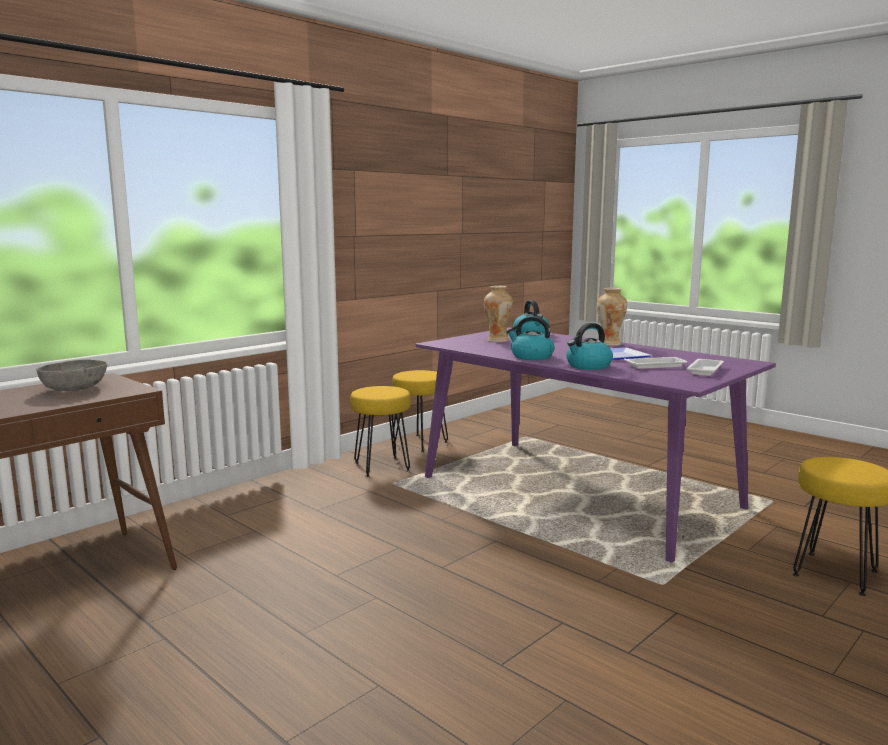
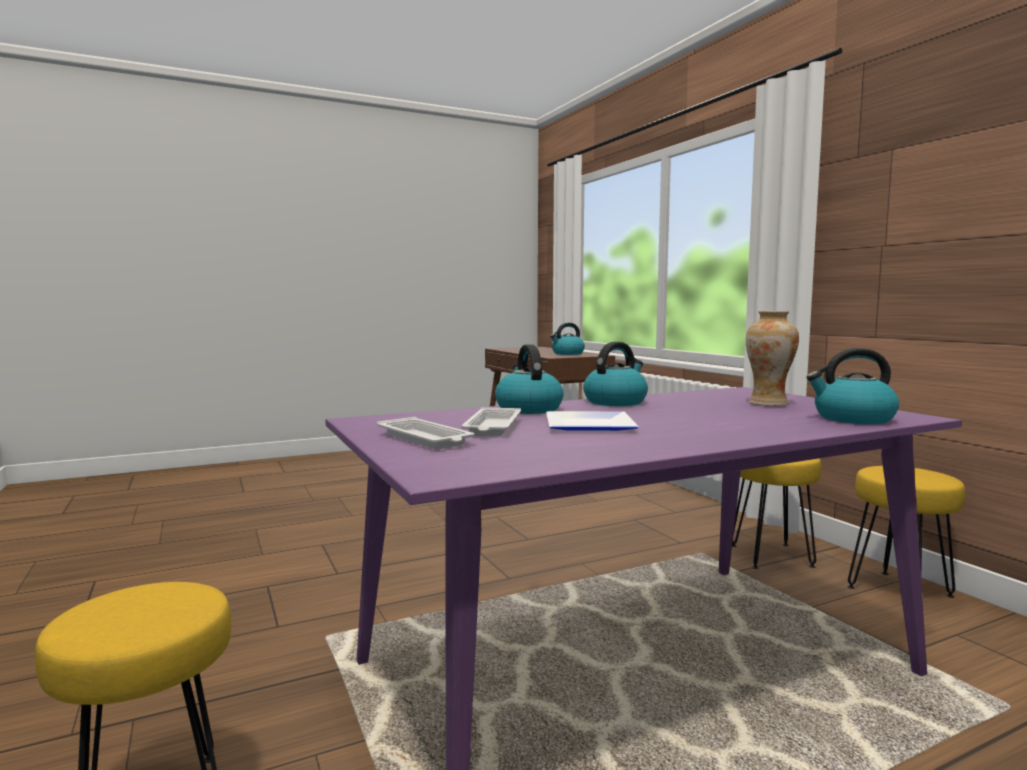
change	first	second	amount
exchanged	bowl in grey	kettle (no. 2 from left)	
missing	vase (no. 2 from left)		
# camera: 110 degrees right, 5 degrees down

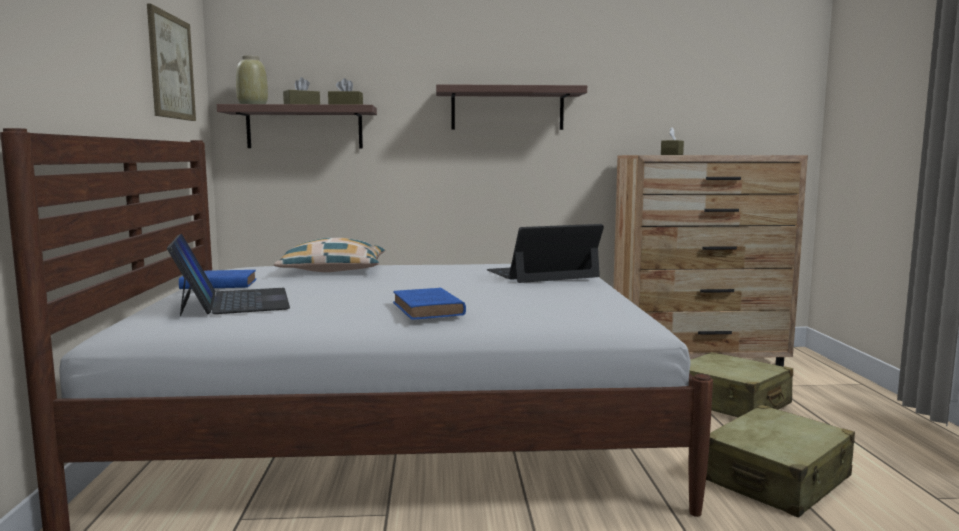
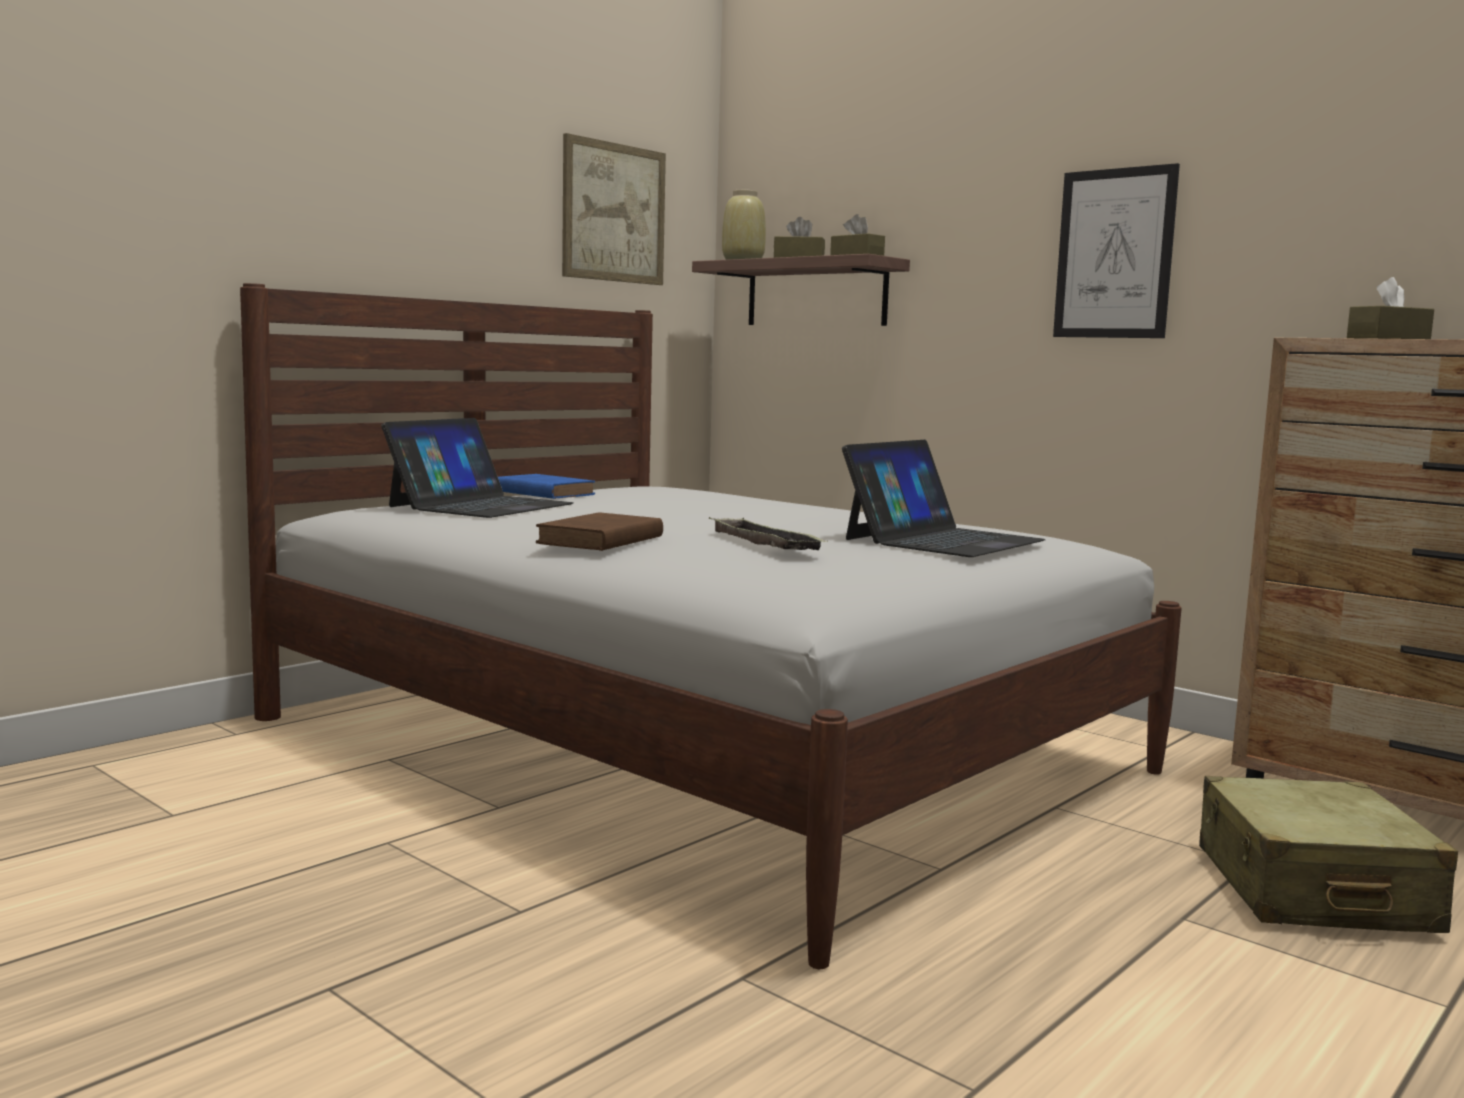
change	first	second	amount
colour	book in blue (no. 2 from left)	book in brown	
appeared		tray	
spun	laptop (no. 2 from left)		105 degrees clockwise
exchanged	shelf (no. 2 from left)	picture (no. 2 from left)	
missing	pillow		
missing	suitcase in beige (no. 2 from left)		
# camera: 45 degrees right, 0 degrees up

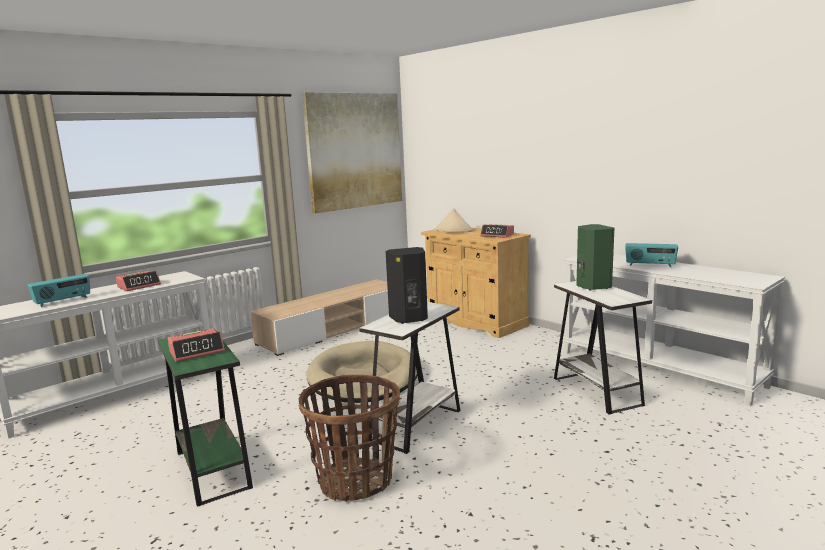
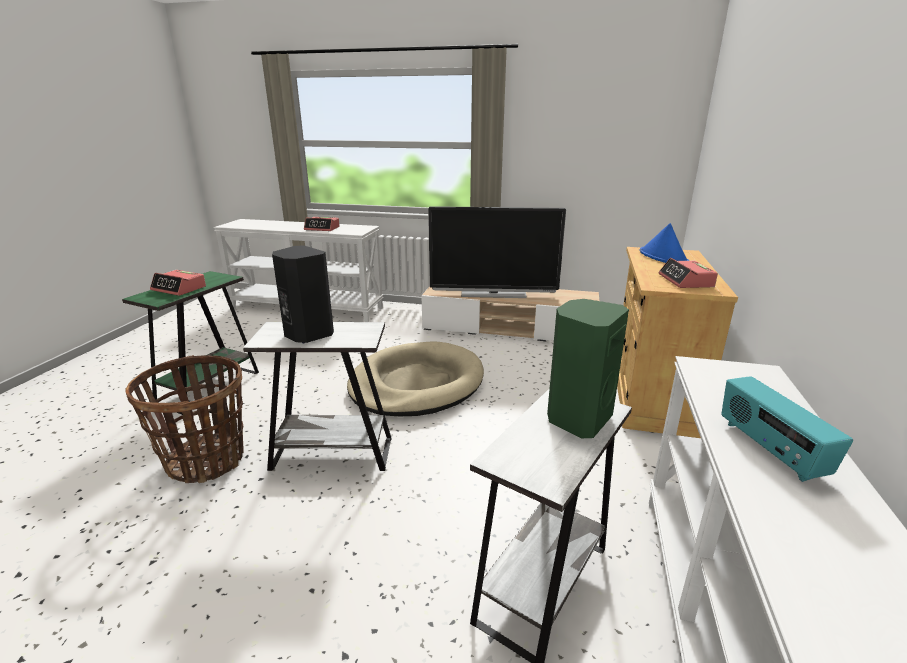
change	first	second	amount
appeared		television	
colour	hat in beige	hat in blue	
missing	radio (no. 1 from left)		
missing	picture		
# camera: 55 degrees right, 10 degrees up

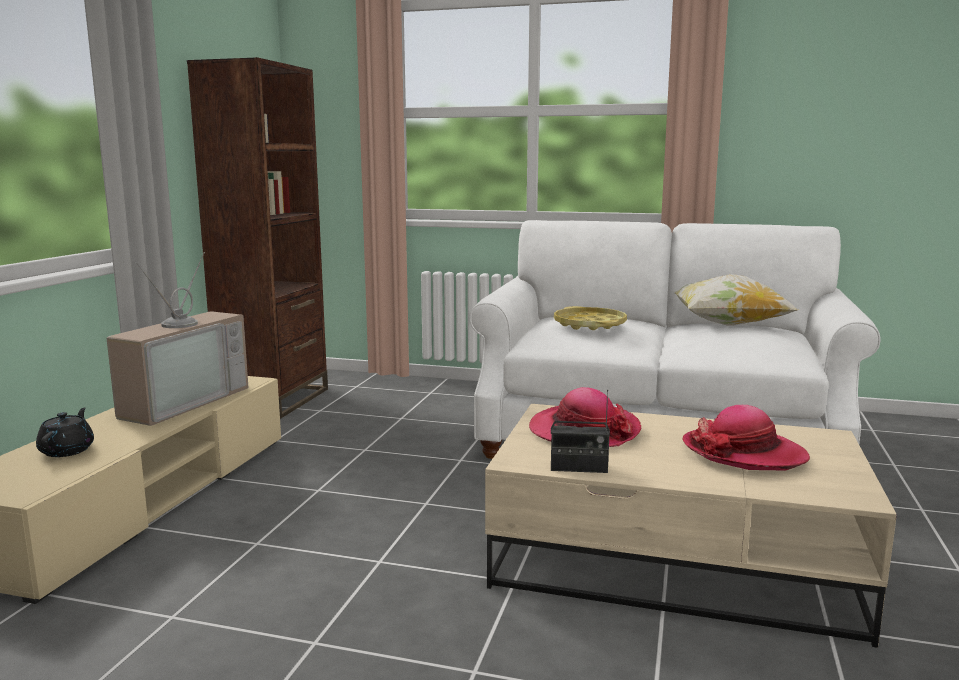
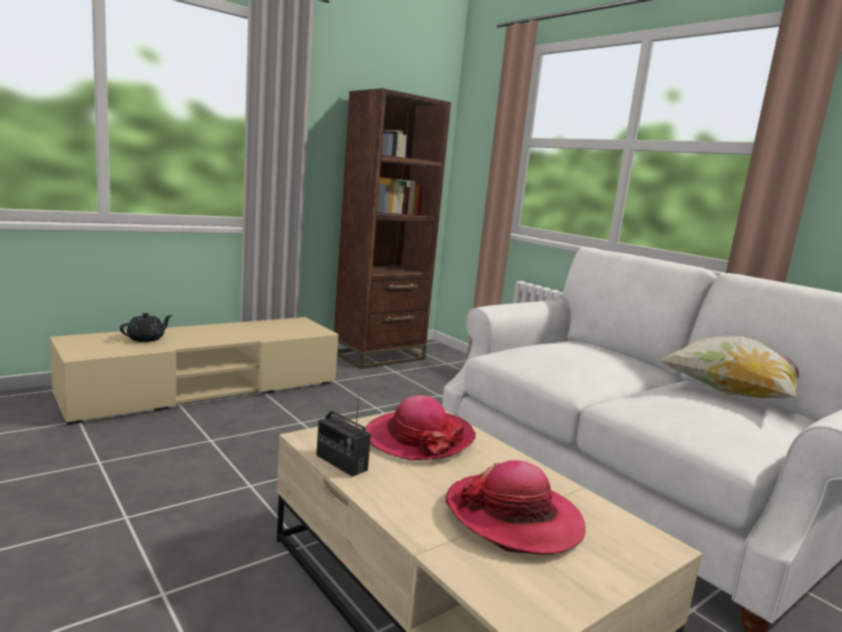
change	first	second	amount
missing	television		
missing	tray in yellow		
# camera: 35 degrees right, 0 degrees up

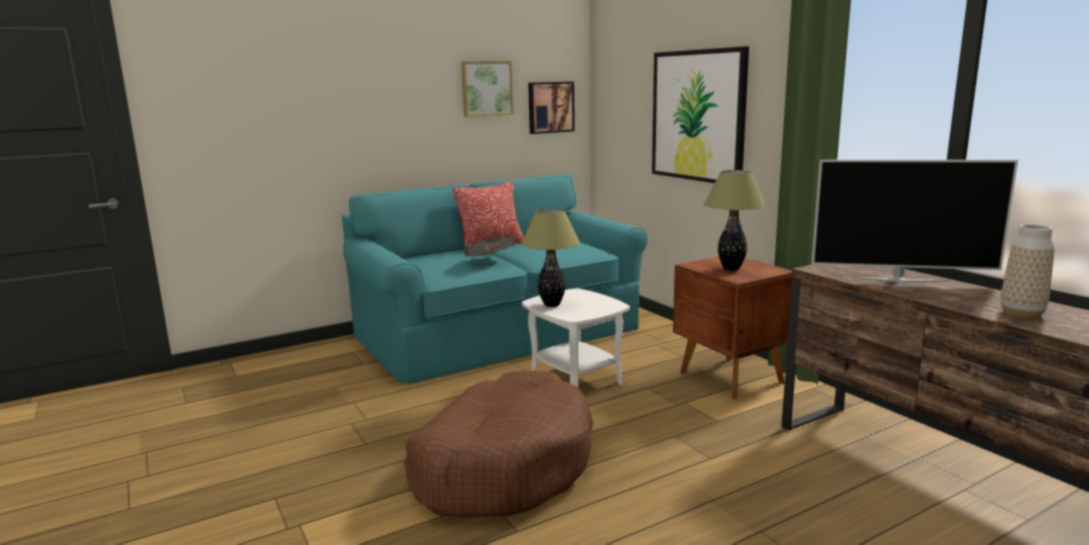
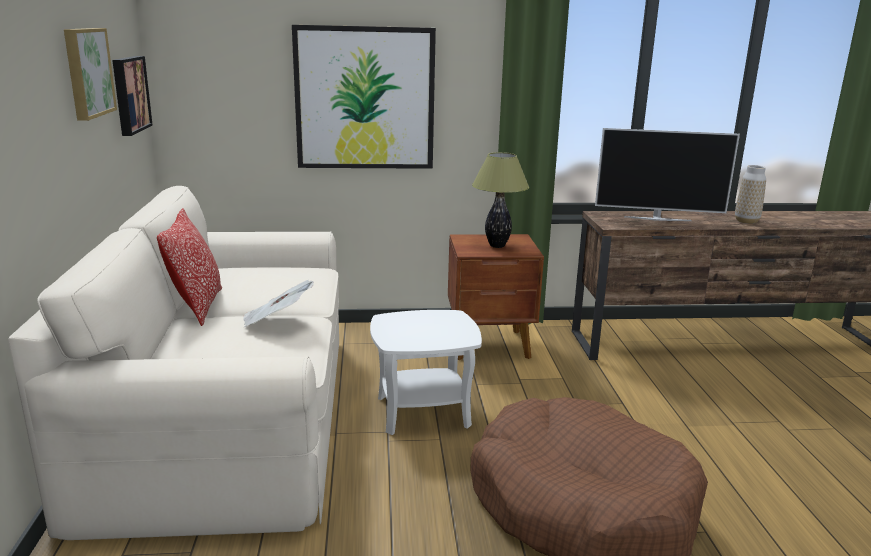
change	first	second	amount
colour	sofa in turquoise	sofa in beige	
spun	television		60 degrees clockwise
missing	table lamp (no. 1 from left)		
# camera: 65 degrees left, 5 degrees up

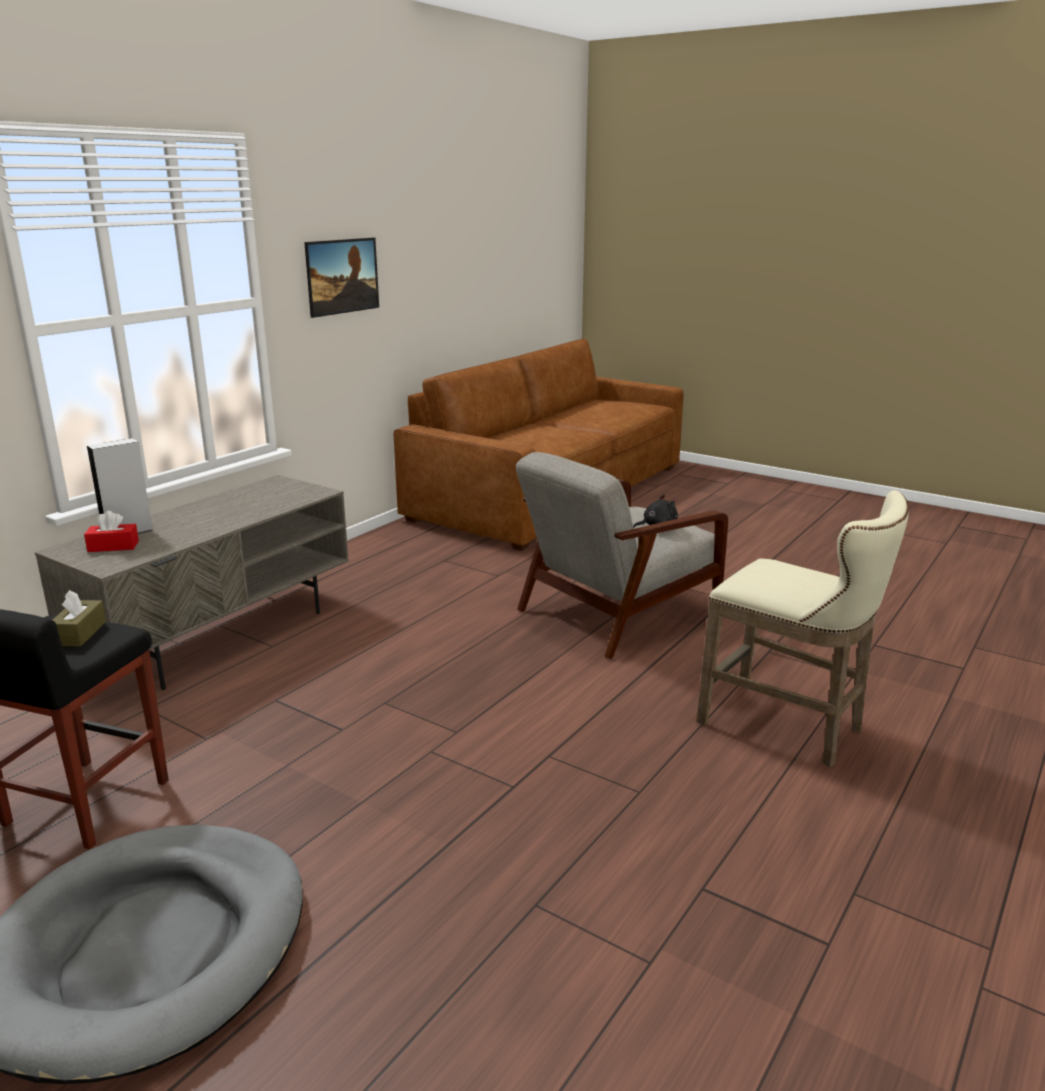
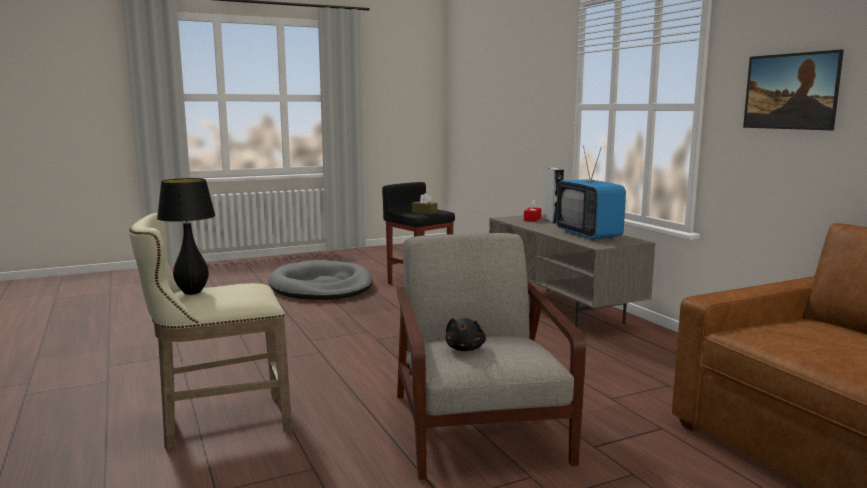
change	first	second	amount
appeared		table lamp in black	
appeared		television	
# camera: 120 degrees right, 10 degrees down

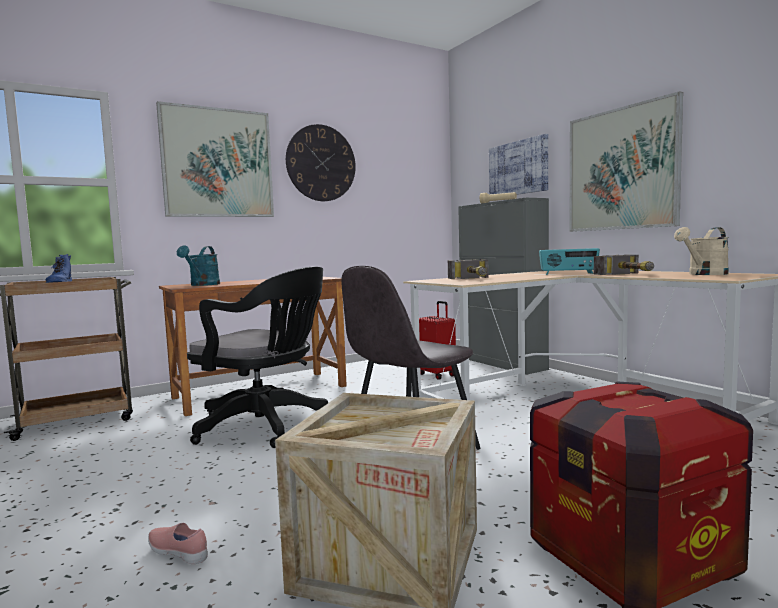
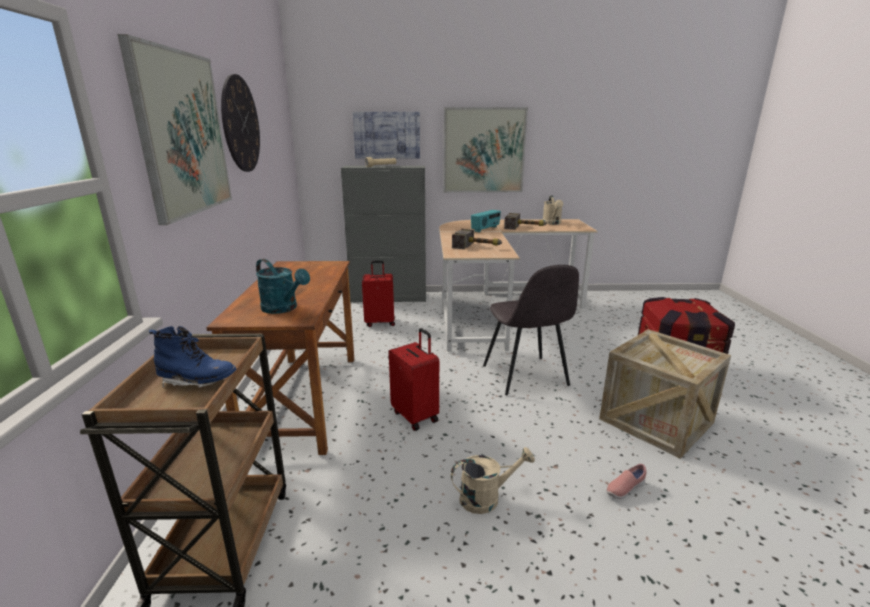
change	first	second	amount
exchanged	office chair in black	suitcase in red (no. 2 from left)	
appeared		watering can in beige (no. 1 from left)	
# camera: 60 degrees left, 15 degrees up

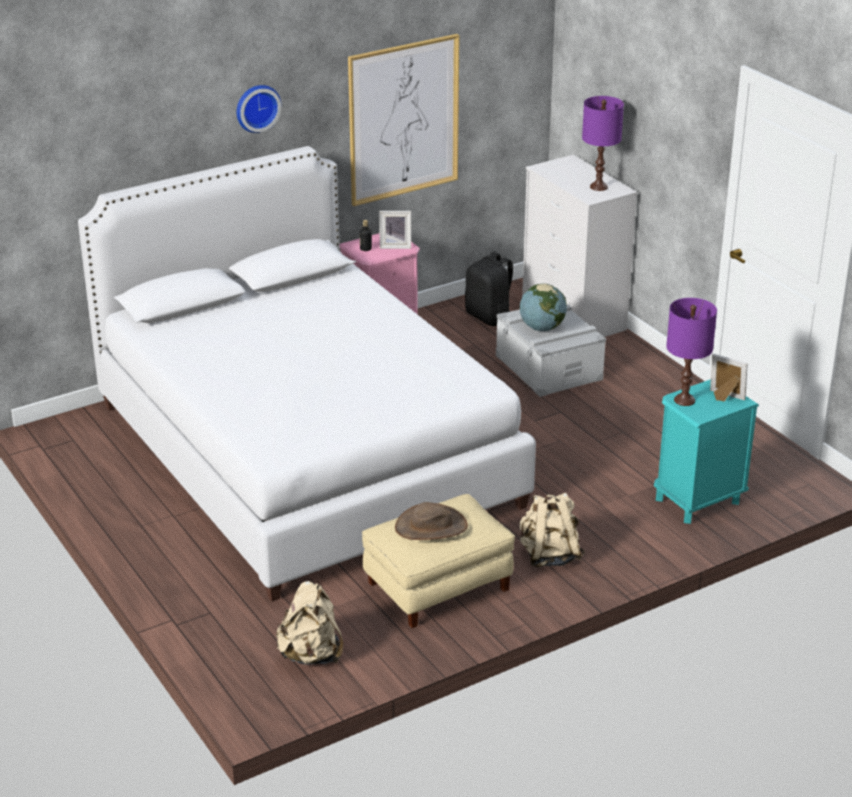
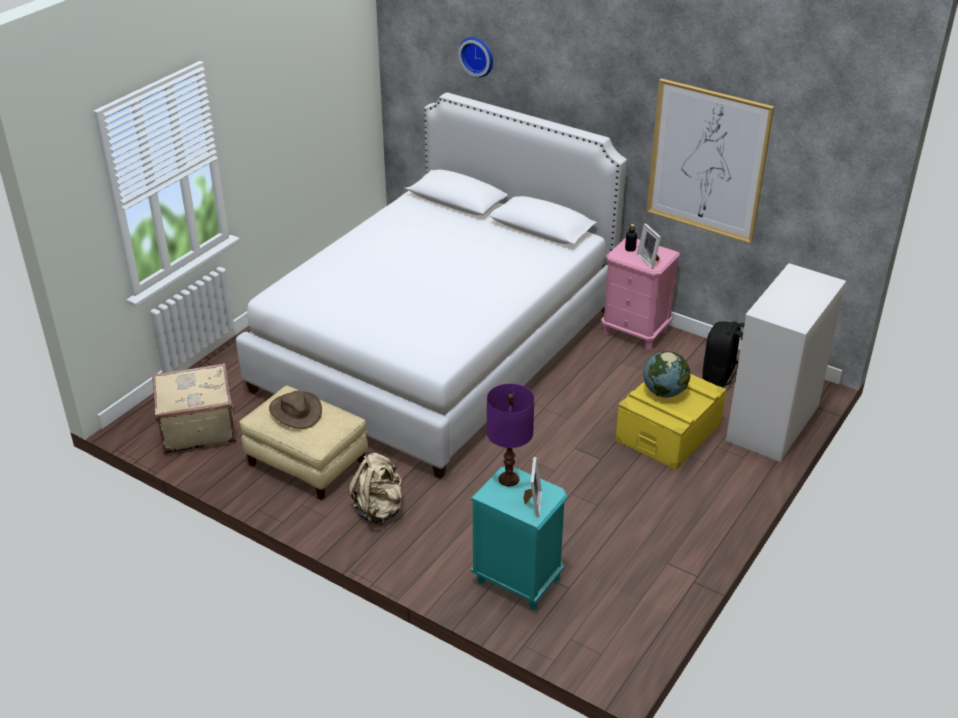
change	first	second	amount
exchanged	backpack in beige (no. 1 from left)	suitcase in beige	
relocated	wall clock		
colour	storage box in grey	storage box in yellow	
missing	table lamp in purple (no. 1 from left)		
# camera: 65 degrees right, 5 degrees up

